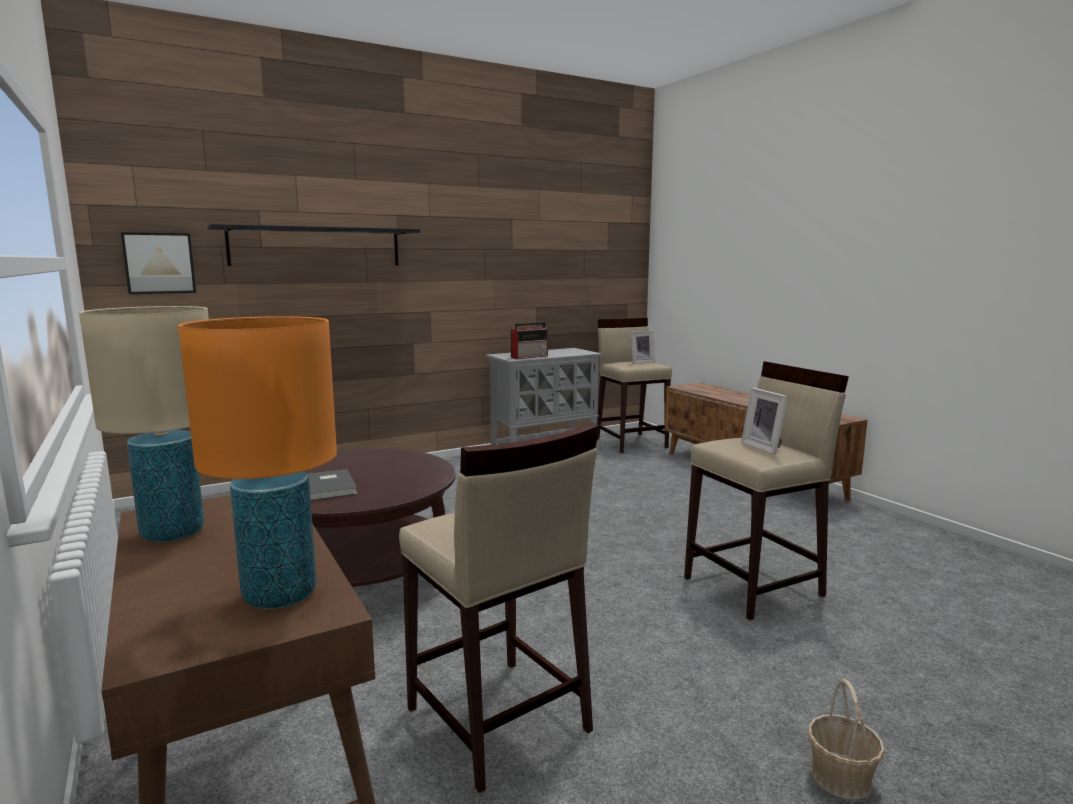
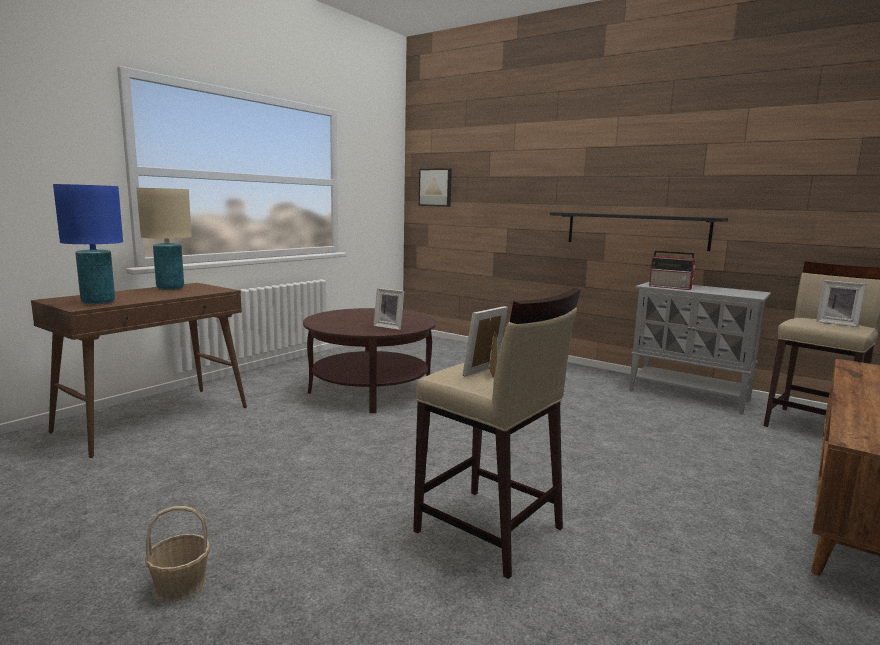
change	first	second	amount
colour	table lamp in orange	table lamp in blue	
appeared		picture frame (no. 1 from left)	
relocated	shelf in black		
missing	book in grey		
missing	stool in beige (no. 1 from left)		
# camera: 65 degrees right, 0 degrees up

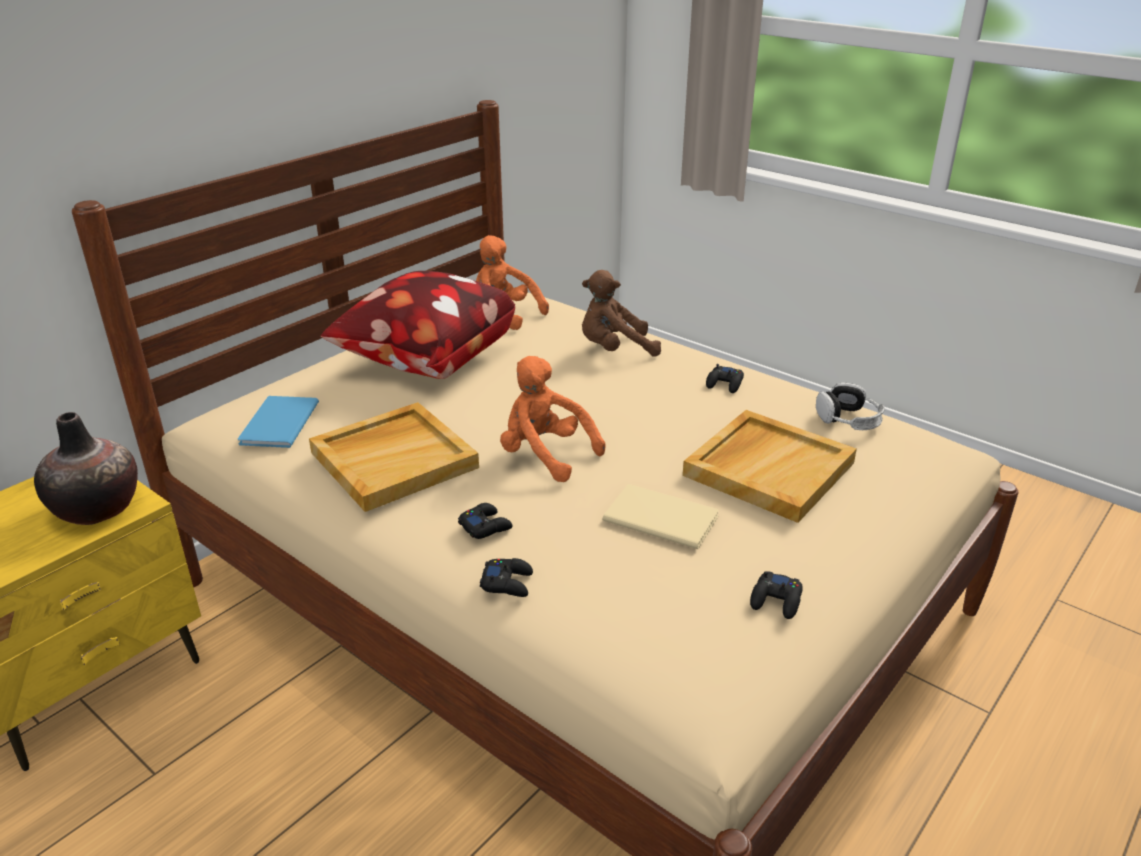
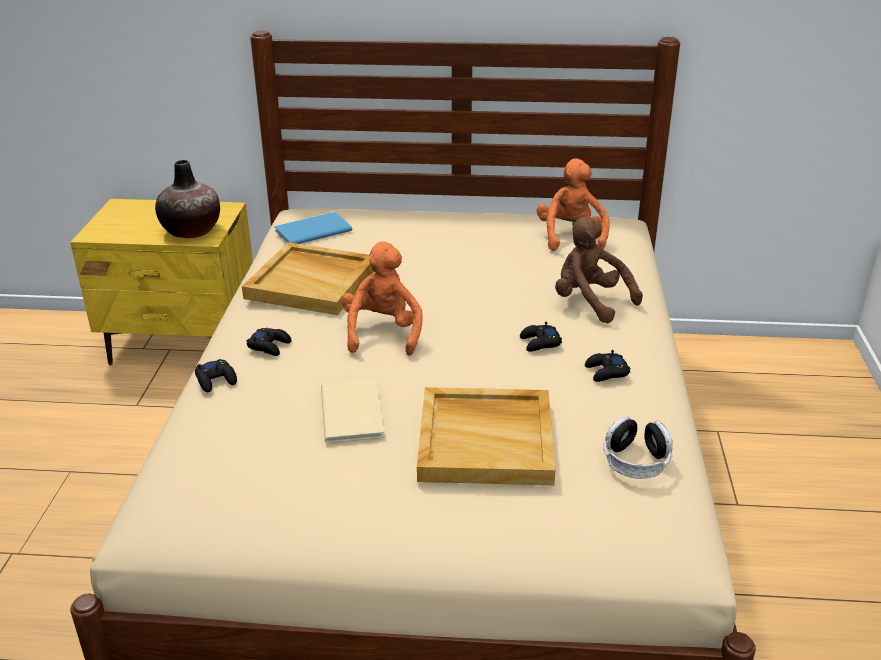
change	first	second	amount
relocated	game controller in black (no. 4 from left in the first image)	game controller in black (no. 3 from left)	
missing	pillow		
# camera: 55 degrees right, 0 degrees up

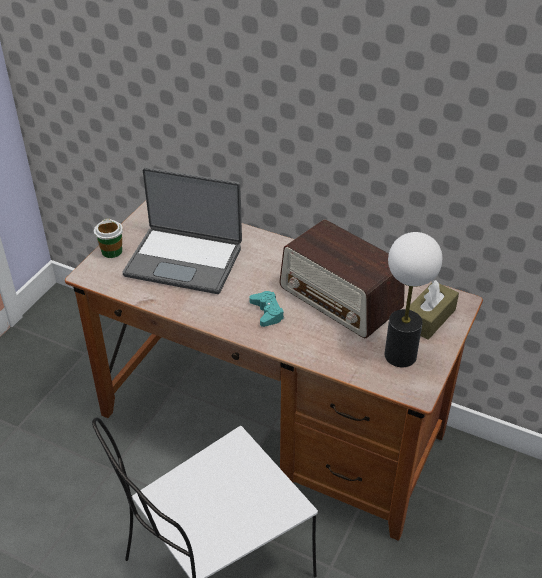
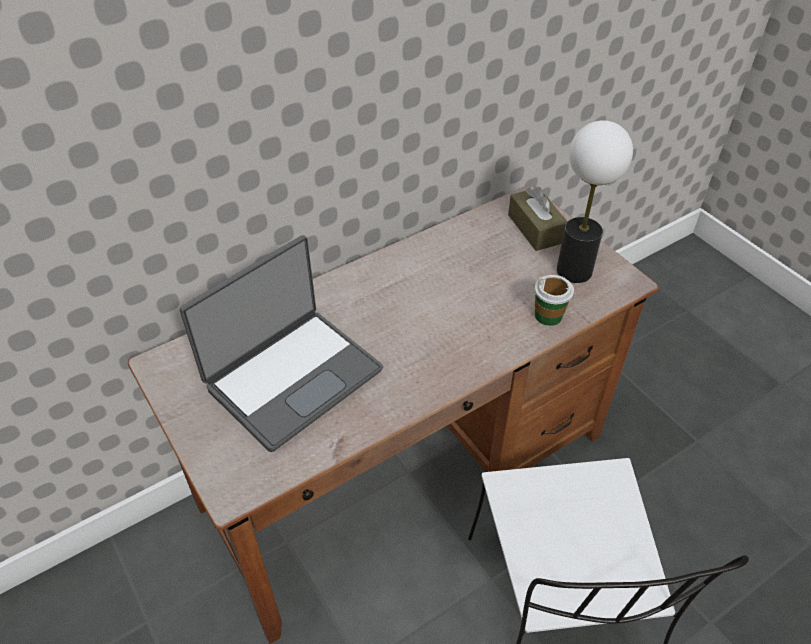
change	first	second	amount
relocated	cup		
missing	game controller in turquoise		
missing	radio		
# camera: 60 degrees left, 5 degrees up

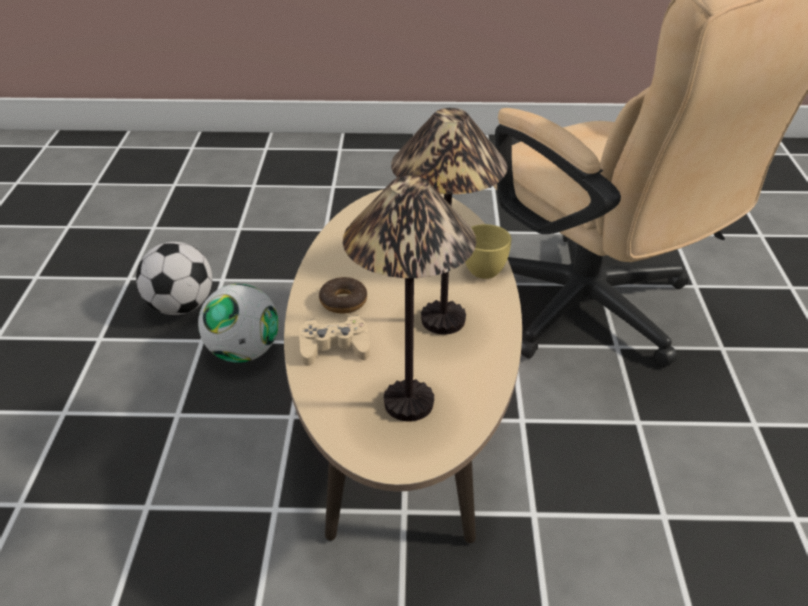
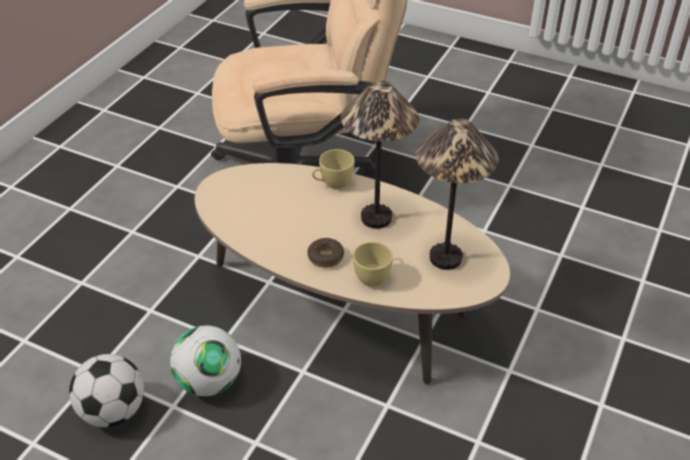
change	first	second	amount
exchanged	game controller in beige	cup in yellow (no. 2 from left)	
# camera: 65 degrees left, 5 degrees up

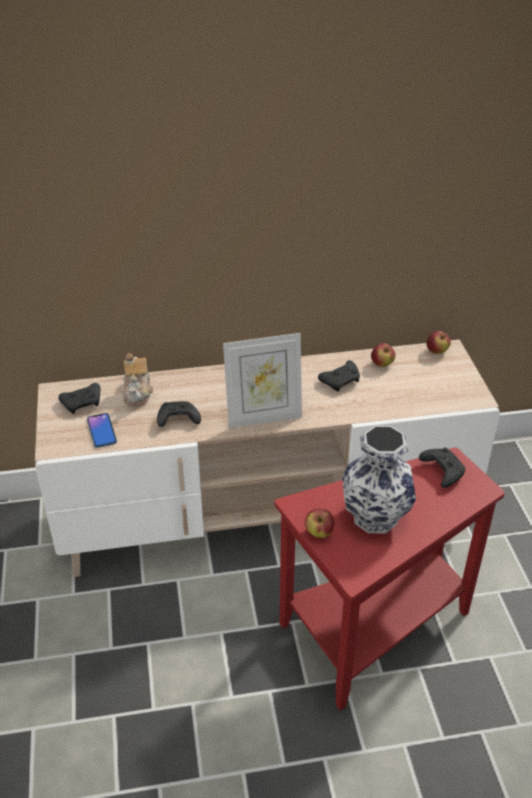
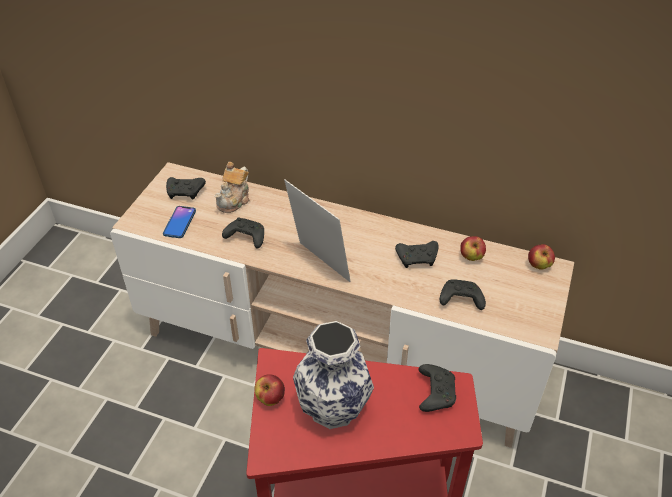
change	first	second	amount
spun	picture frame		150 degrees counterclockwise
appeared		game controller in black (no. 5 from left)	
# camera: 30 degrees right, 5 degrees up

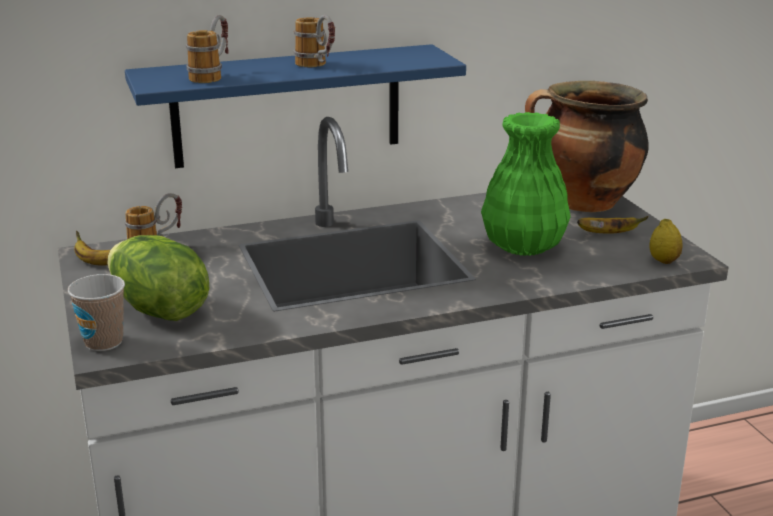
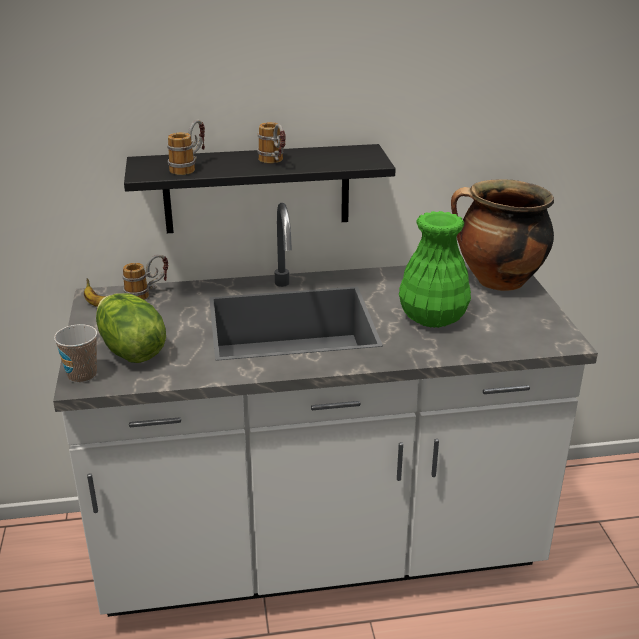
change	first	second	amount
colour	shelf in blue	shelf in black	
missing	banana (no. 2 from left)		
missing	lemon		
# camera: 10 degrees right, 5 degrees up

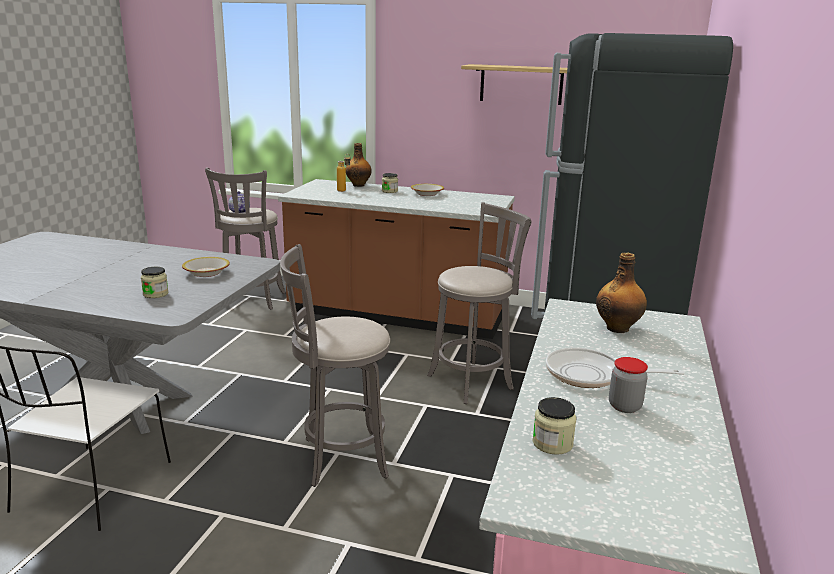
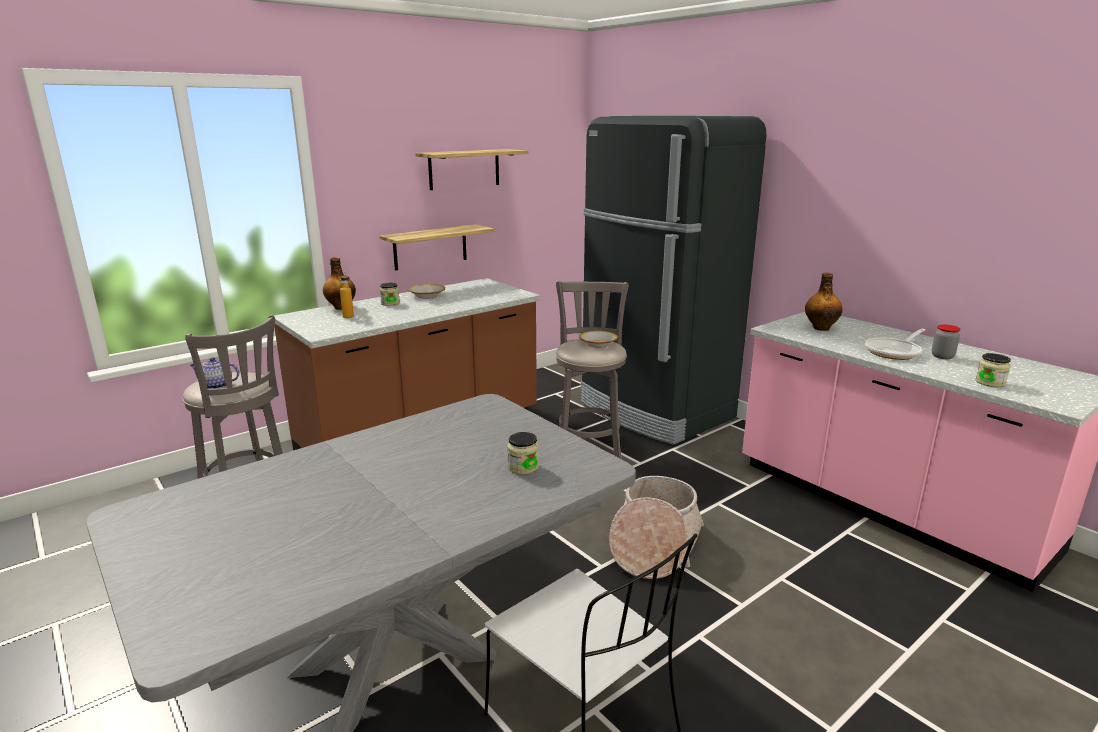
change	first	second	amount
appeared		shelf (no. 1 from left)	
relocated	bowl (no. 1 from left in the first image)	bowl (no. 2 from left)	
exchanged	stool in grey (no. 2 from left)	basket	
# camera: 55 degrees left, 0 degrees up

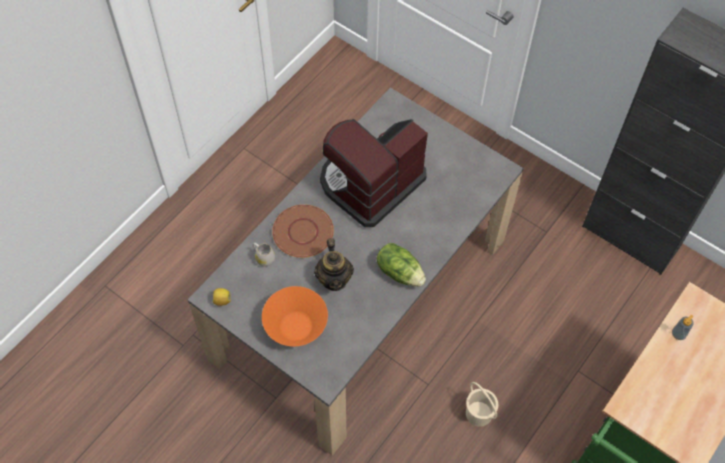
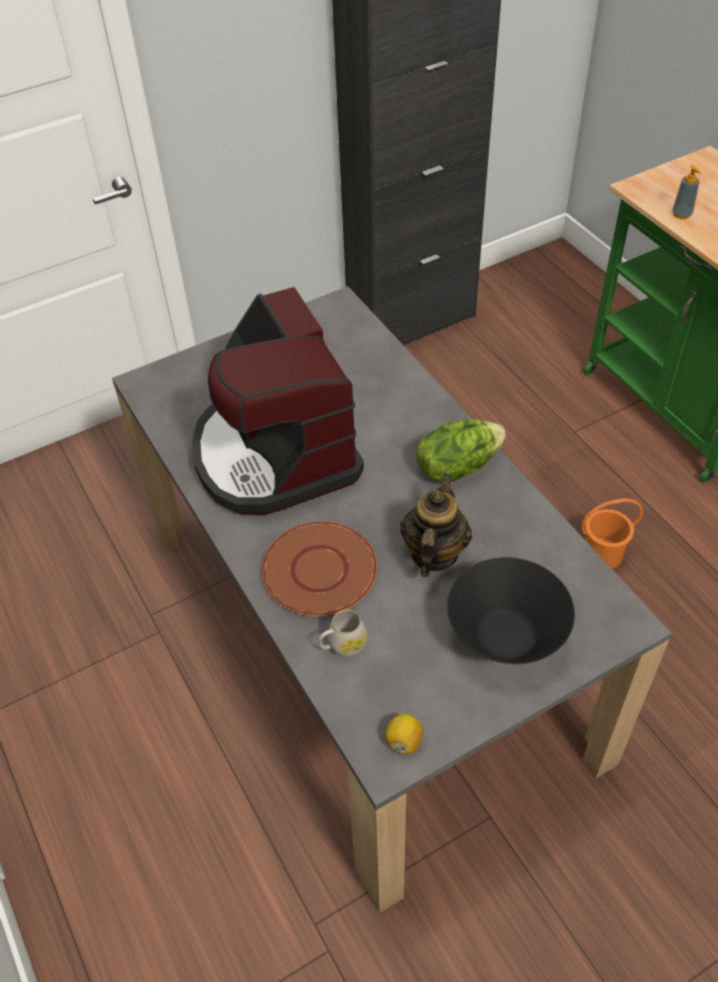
change	first	second	amount
spun	teapot		90 degrees counterclockwise
colour	bowl in orange	bowl in black	
colour	bucket in beige	bucket in orange	
# camera: 65 degrees left, 10 degrees down

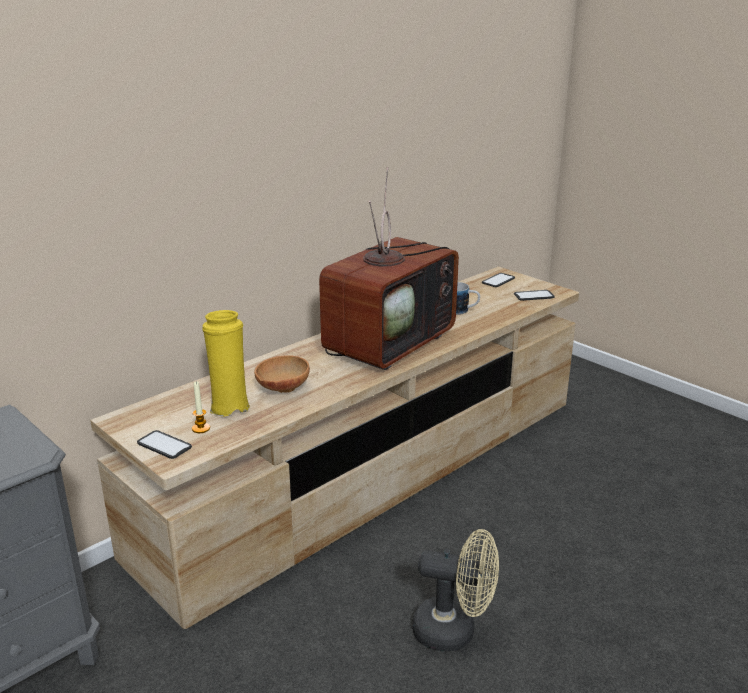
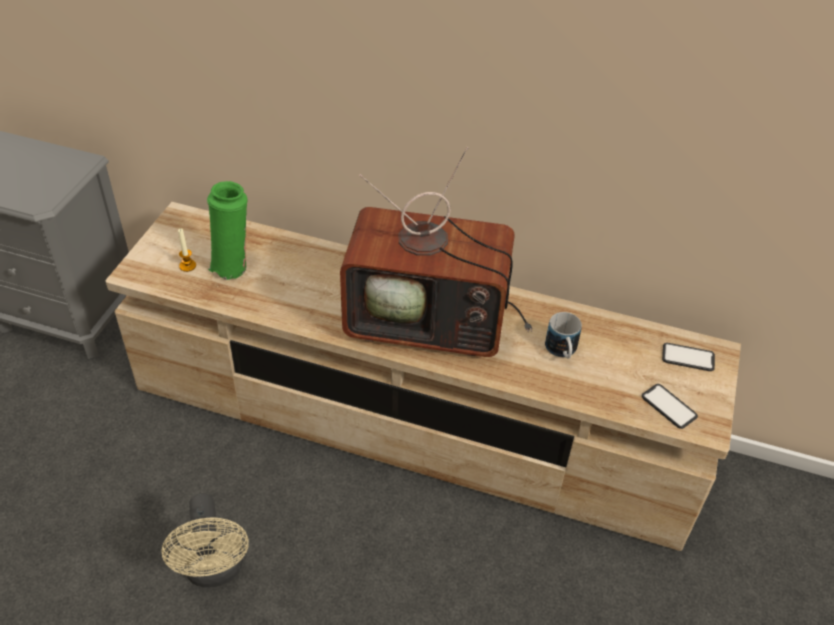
change	first	second	amount
colour	vase in yellow	vase in green	
missing	phone (no. 1 from left)		
missing	bowl in brown		
# camera: 60 degrees right, 20 degrees up

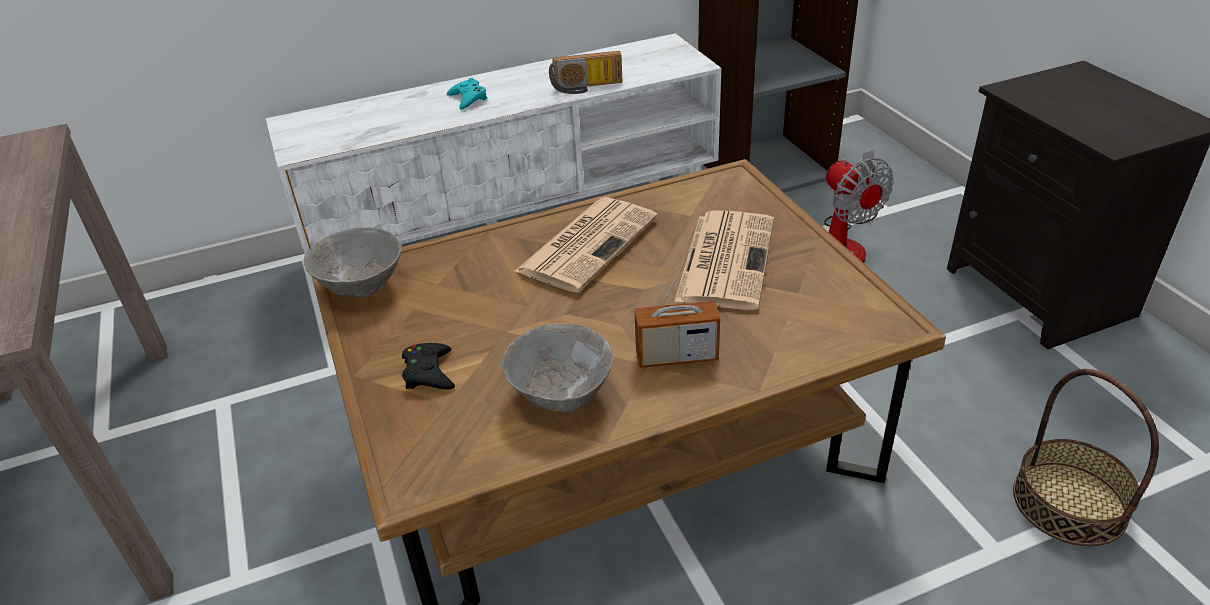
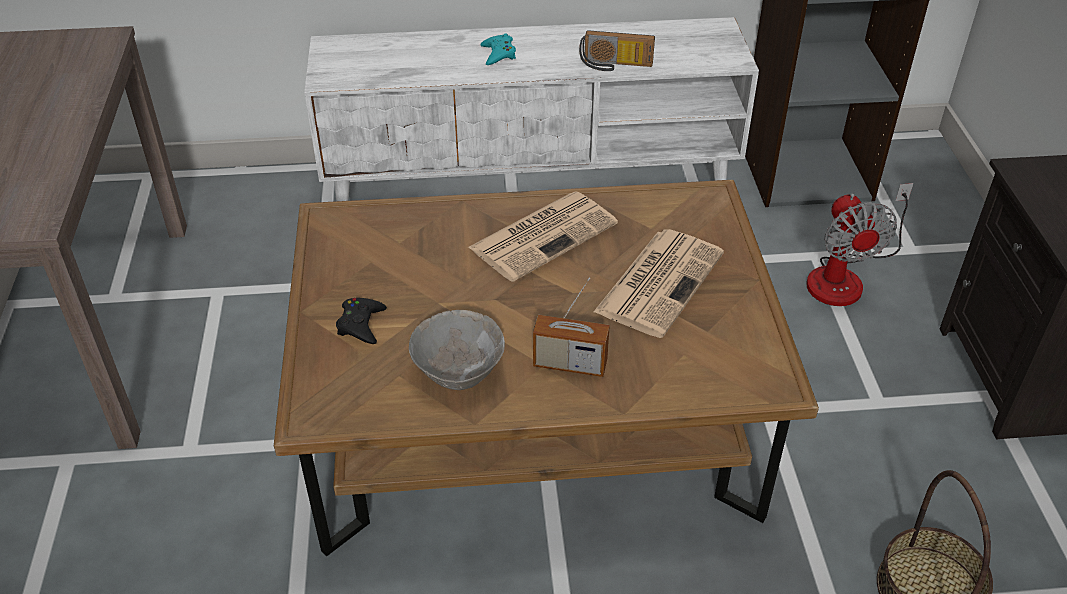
change	first	second	amount
missing	bowl in grey (no. 1 from left)		
# camera: 15 degrees right, 5 degrees up

